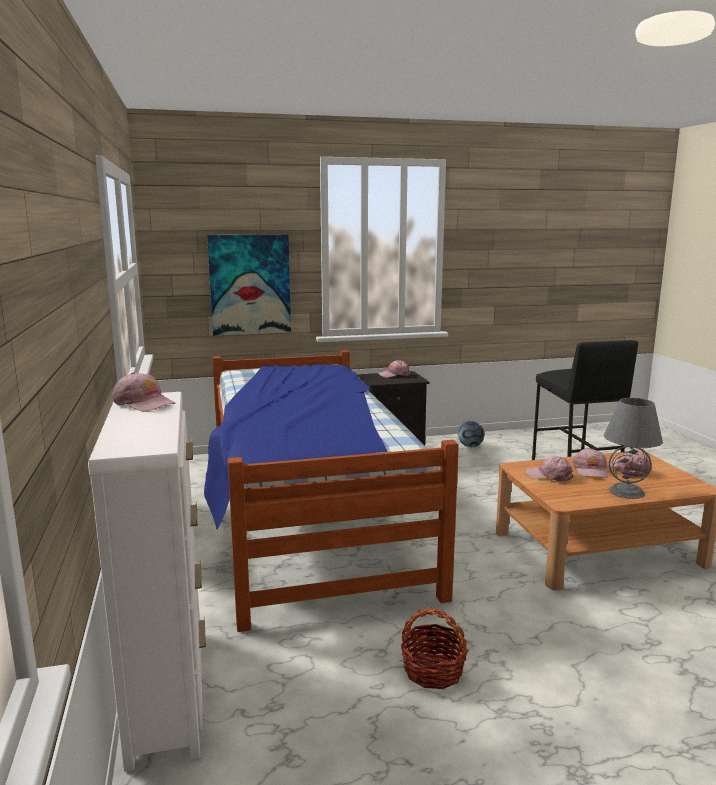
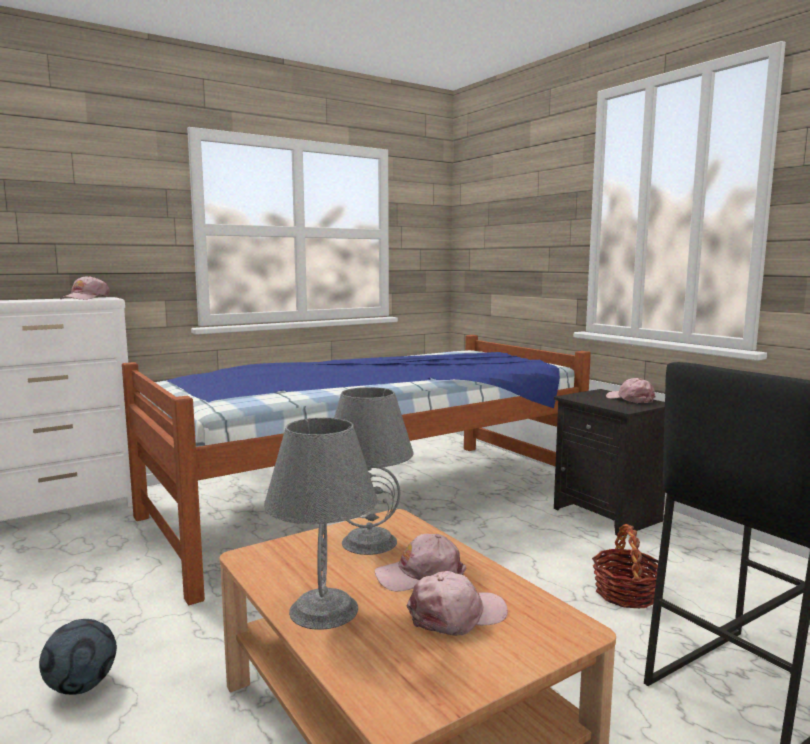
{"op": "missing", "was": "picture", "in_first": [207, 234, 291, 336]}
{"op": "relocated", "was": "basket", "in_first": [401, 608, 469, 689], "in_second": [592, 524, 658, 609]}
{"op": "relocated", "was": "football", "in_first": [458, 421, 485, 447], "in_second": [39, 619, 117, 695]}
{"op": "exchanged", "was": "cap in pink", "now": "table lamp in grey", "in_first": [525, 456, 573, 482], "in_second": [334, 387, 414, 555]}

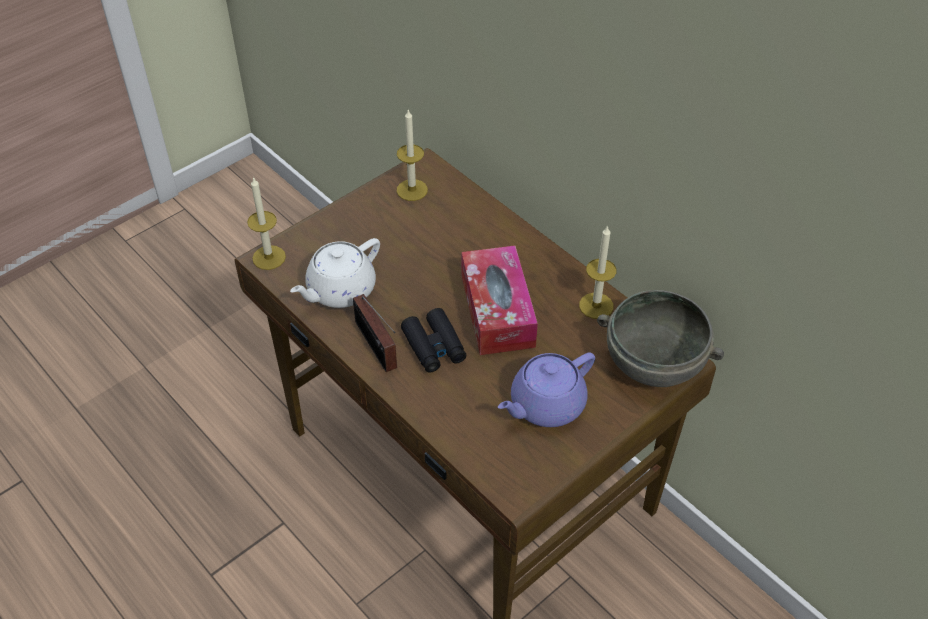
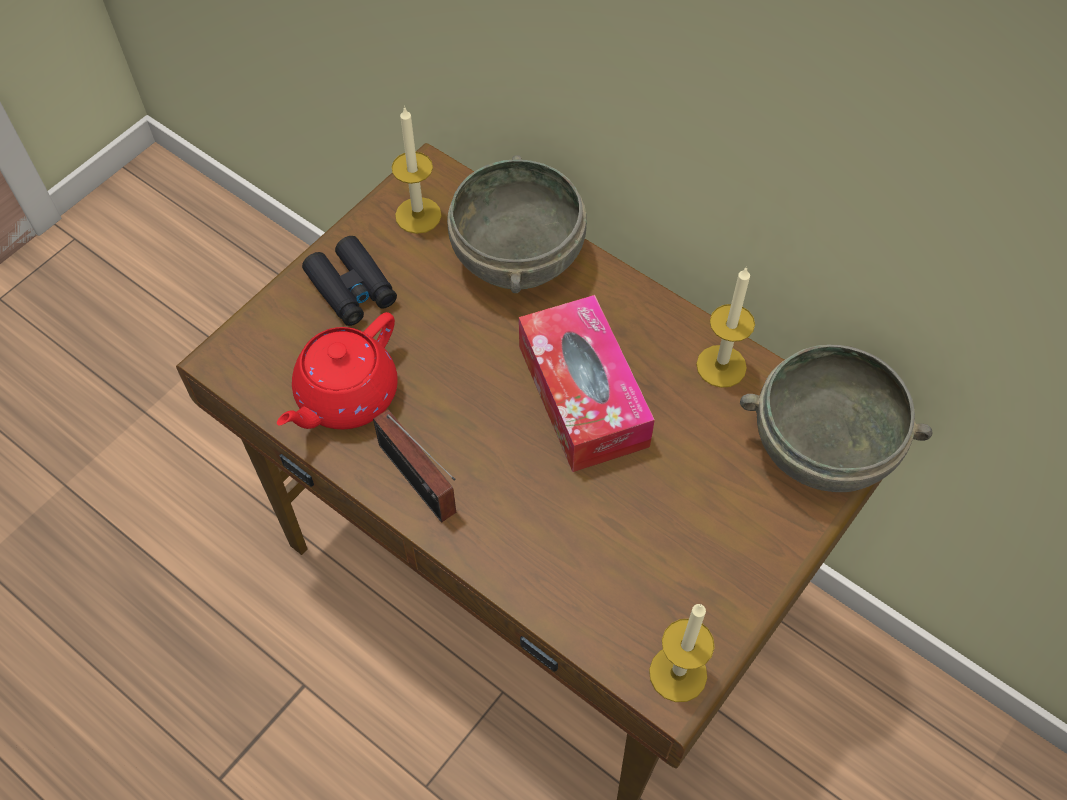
{"op": "missing", "was": "teapot in purple", "in_first": [498, 352, 595, 427]}
{"op": "appeared", "now": "bowl in grey", "in_second": [447, 155, 587, 293]}
{"op": "relocated", "was": "candle", "in_first": [247, 177, 286, 270], "in_second": [649, 604, 715, 702]}
{"op": "relocated", "was": "binoculars in black", "in_first": [401, 308, 466, 373], "in_second": [302, 236, 397, 326]}
{"op": "colour", "was": "teapot in white", "now": "teapot in red", "in_first": [290, 238, 380, 308], "in_second": [277, 312, 398, 429]}

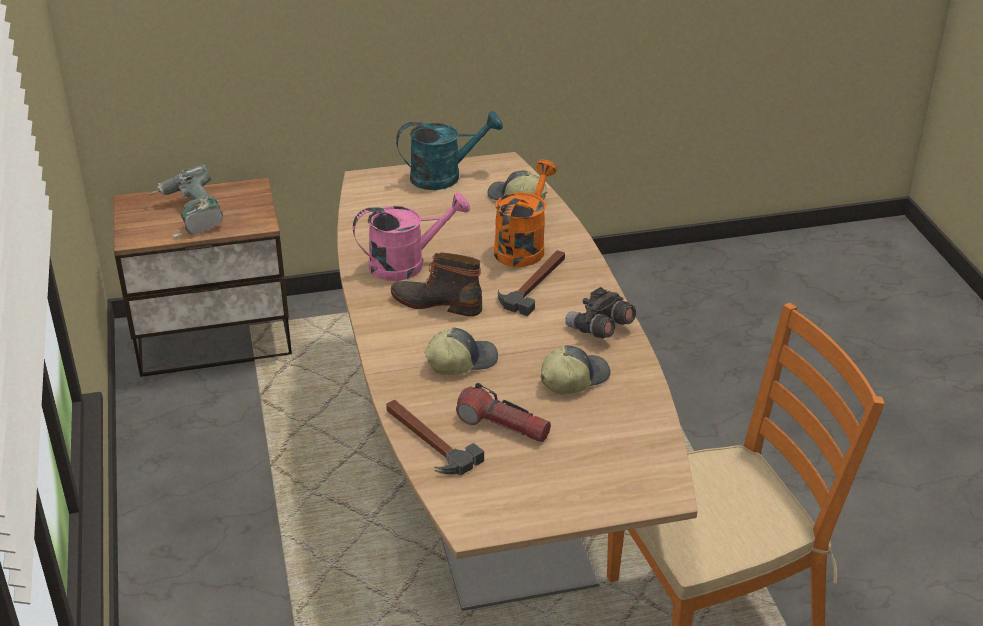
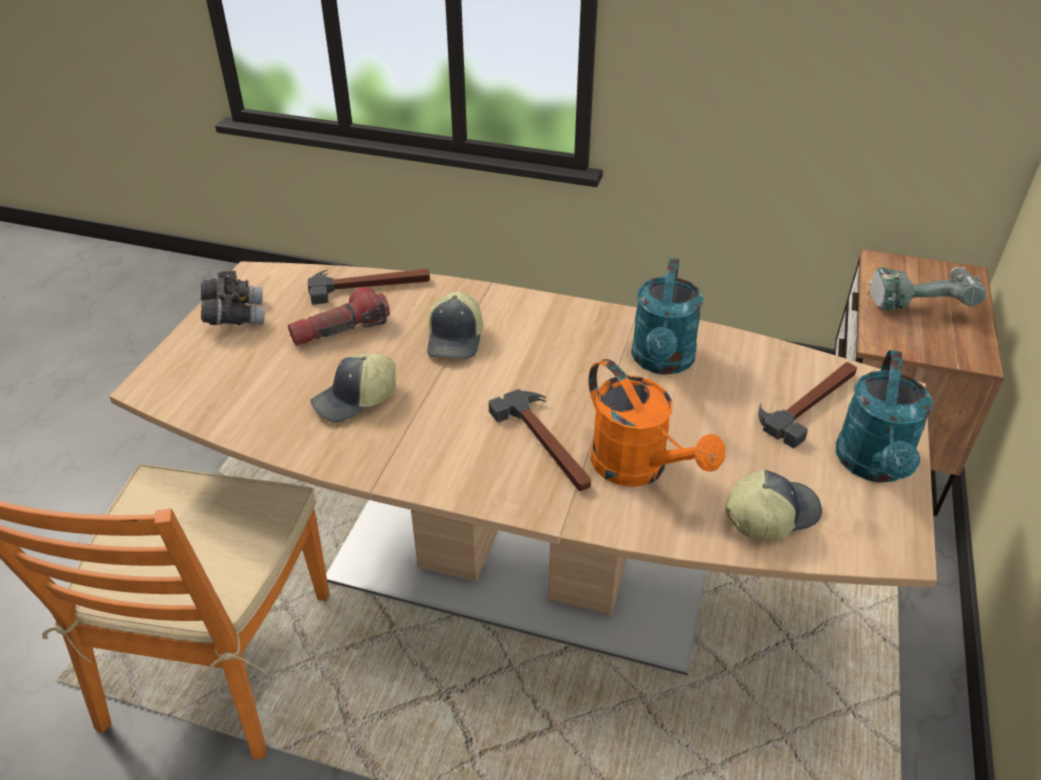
{"op": "missing", "was": "boot", "in_first": [391, 253, 482, 316]}
{"op": "appeared", "now": "hammer", "in_second": [758, 362, 857, 448]}
{"op": "relocated", "was": "binoculars in grey", "in_first": [565, 287, 636, 338], "in_second": [201, 271, 265, 325]}
{"op": "colour", "was": "watering can in pink", "now": "watering can in turquoise", "in_first": [353, 192, 470, 281], "in_second": [631, 258, 703, 375]}
{"op": "spun", "was": "cap", "in_first": [541, 345, 610, 394], "in_second": [310, 353, 396, 422], "clockwise": 60}

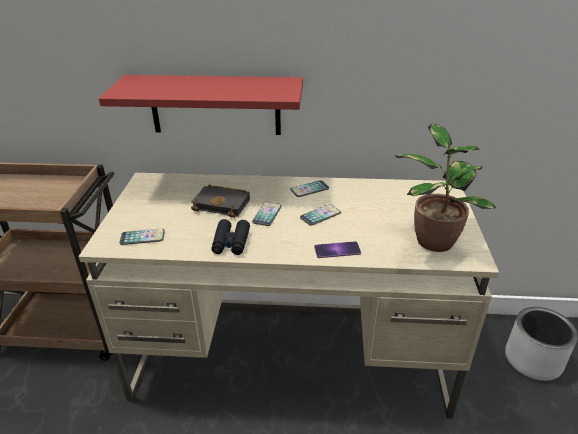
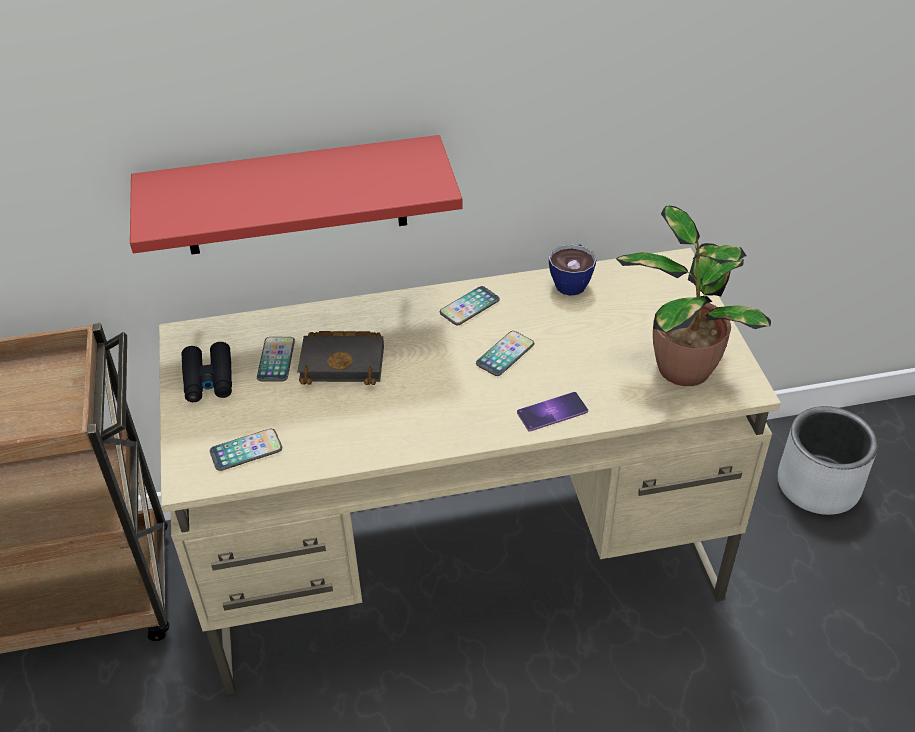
{"op": "appeared", "now": "cup", "in_second": [549, 244, 597, 296]}
{"op": "relocated", "was": "binoculars in black", "in_first": [211, 219, 250, 255], "in_second": [181, 342, 232, 402]}
{"op": "relocated", "was": "phone", "in_first": [252, 202, 282, 226], "in_second": [257, 337, 295, 382]}

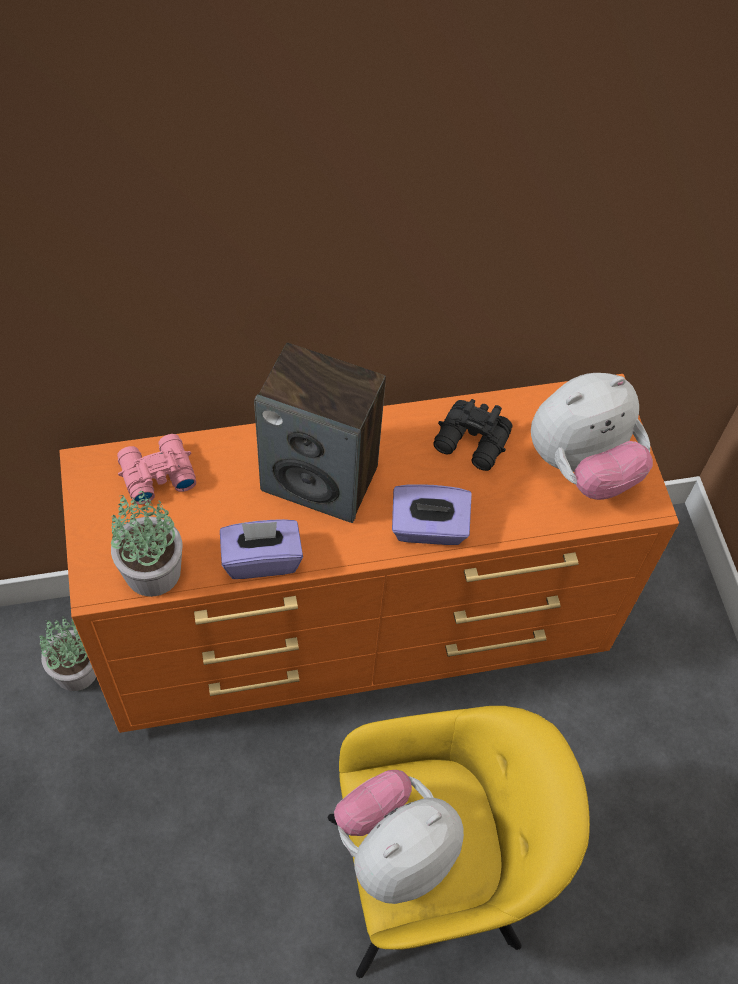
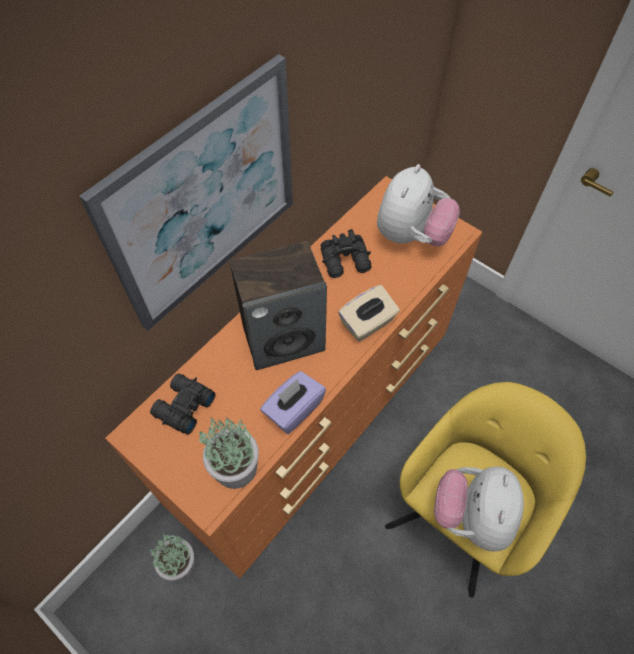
{"op": "appeared", "now": "picture", "in_second": [79, 54, 293, 331]}
{"op": "colour", "was": "binoculars in pink", "now": "binoculars in black", "in_first": [117, 434, 196, 505], "in_second": [150, 373, 215, 435]}
{"op": "colour", "was": "tissue box in purple", "now": "tissue box in beige", "in_first": [392, 484, 472, 545], "in_second": [338, 285, 400, 342]}

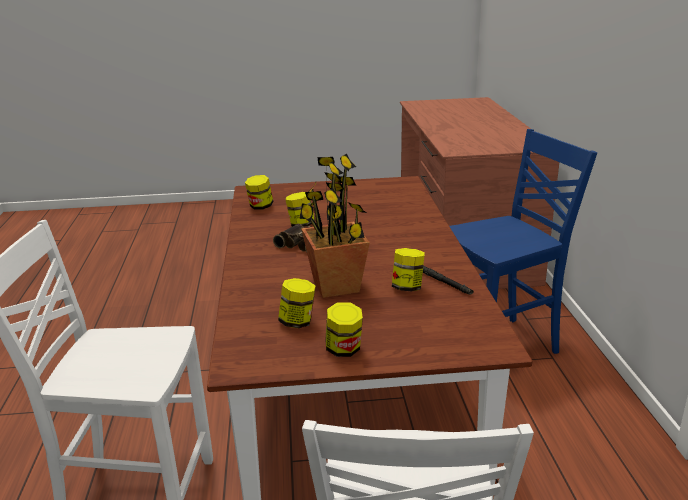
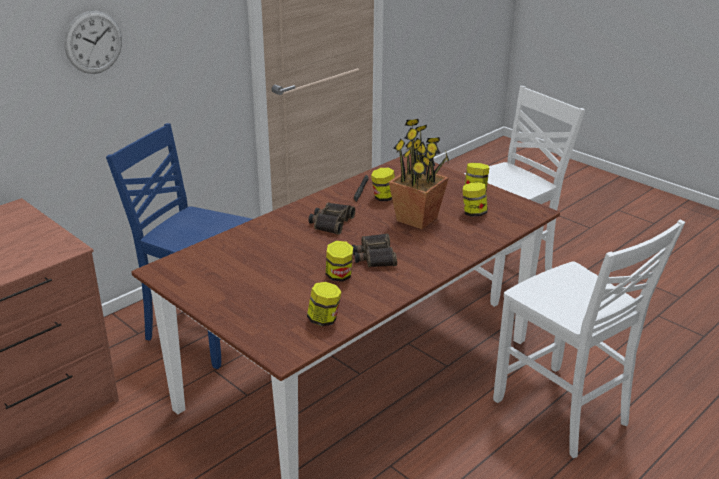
{"op": "appeared", "now": "wall clock", "in_second": [64, 11, 122, 74]}
{"op": "appeared", "now": "binoculars", "in_second": [309, 202, 355, 235]}

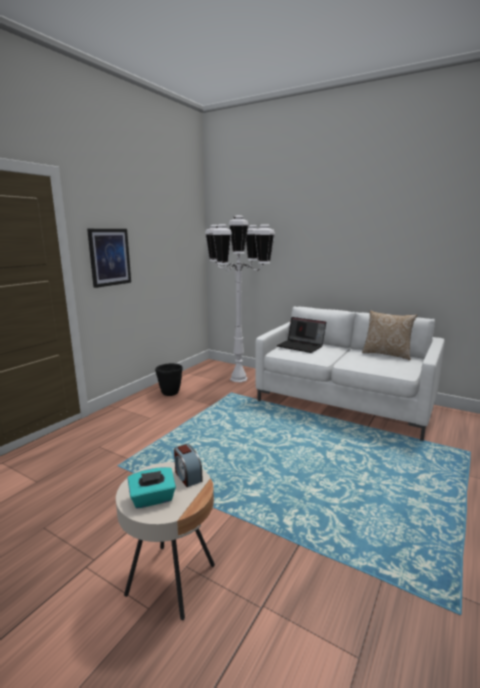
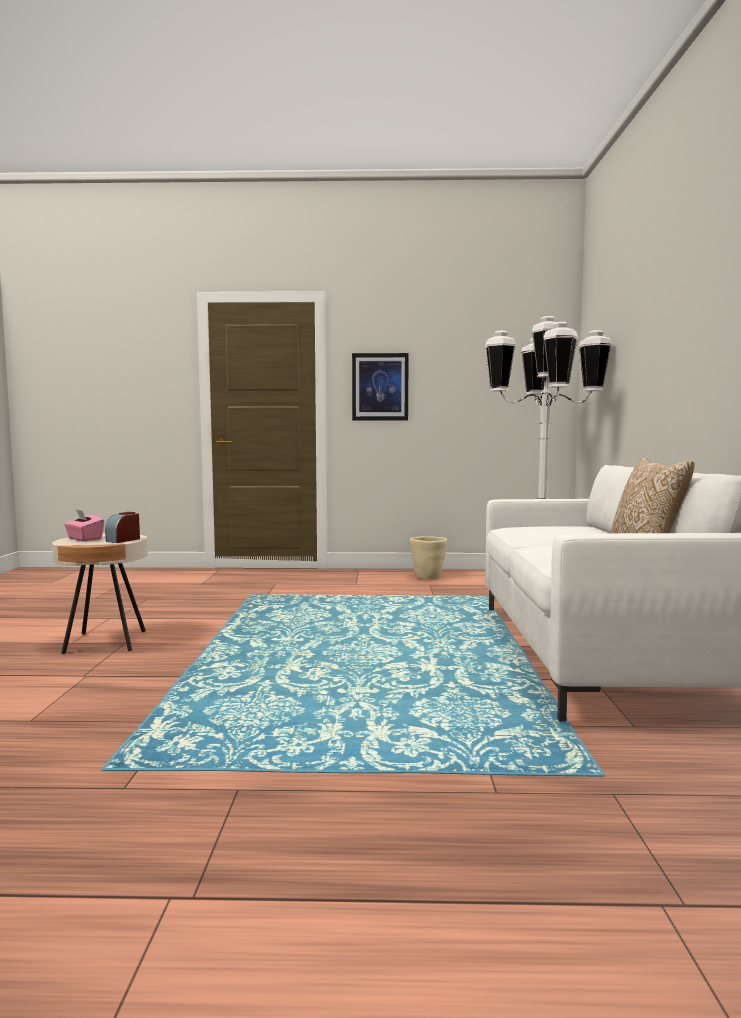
{"op": "missing", "was": "laptop", "in_first": [277, 317, 326, 353]}
{"op": "colour", "was": "tissue box in turquoise", "now": "tissue box in pink", "in_first": [128, 467, 176, 509], "in_second": [64, 509, 104, 541]}
{"op": "colour", "was": "planter in black", "now": "planter in beige", "in_first": [155, 363, 182, 396], "in_second": [410, 536, 447, 580]}

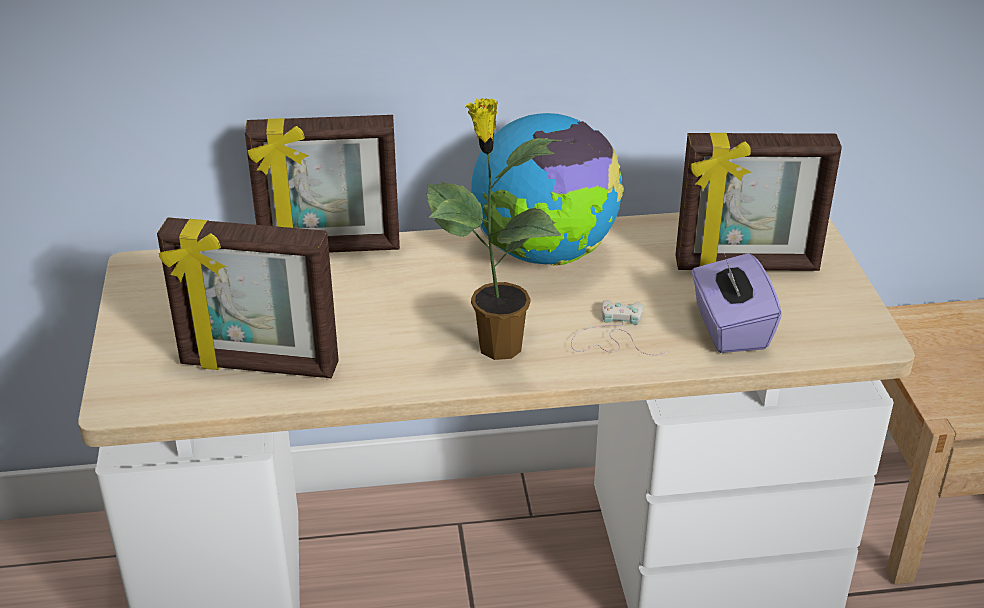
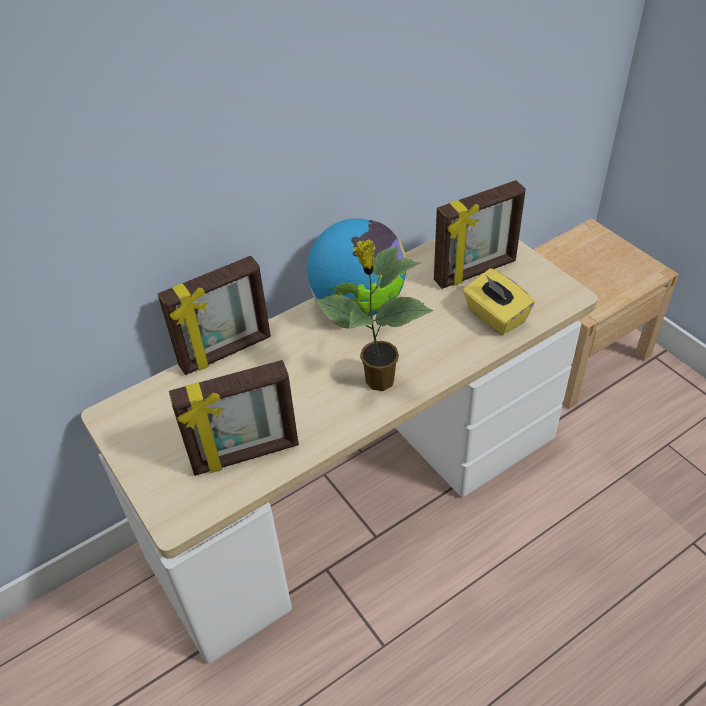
{"op": "missing", "was": "game controller in white", "in_first": [571, 300, 670, 355]}
{"op": "colour", "was": "tissue box in purple", "now": "tissue box in yellow", "in_first": [692, 253, 782, 353], "in_second": [463, 268, 535, 335]}

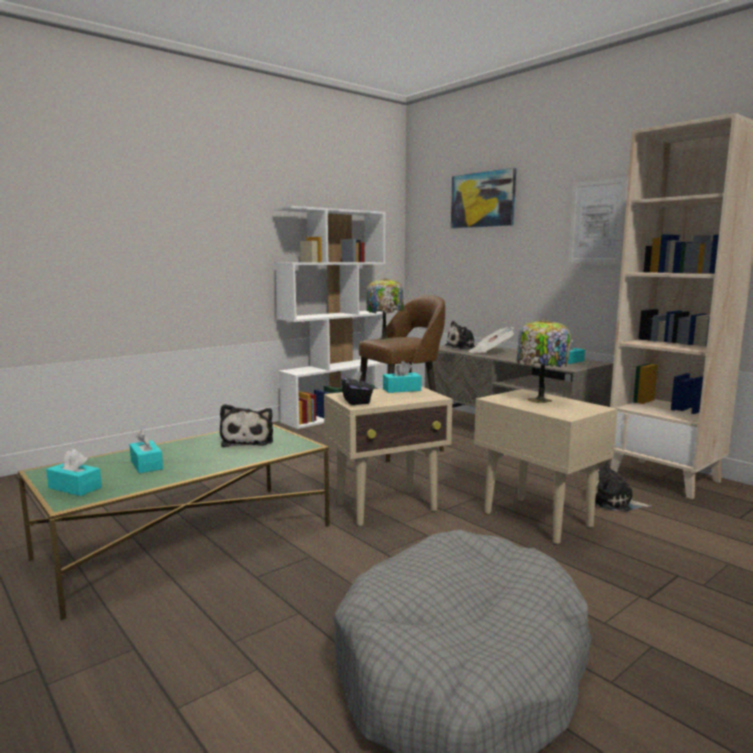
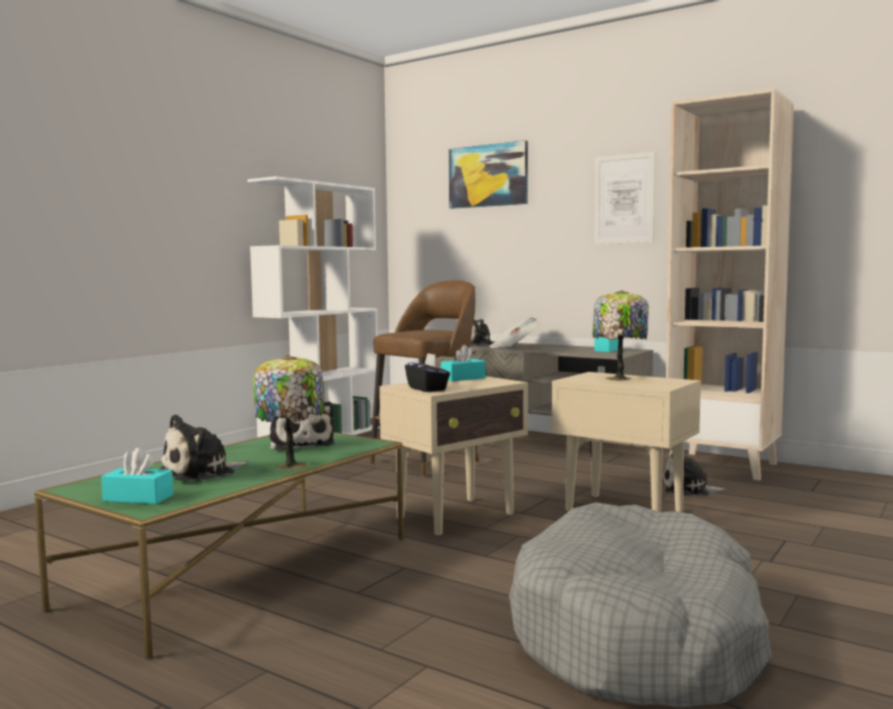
{"op": "relocated", "was": "table lamp", "in_first": [366, 278, 404, 340], "in_second": [254, 355, 325, 470]}
{"op": "exchanged", "was": "tissue box in turquoise", "now": "plush toy", "in_first": [129, 430, 163, 473], "in_second": [159, 414, 248, 481]}

